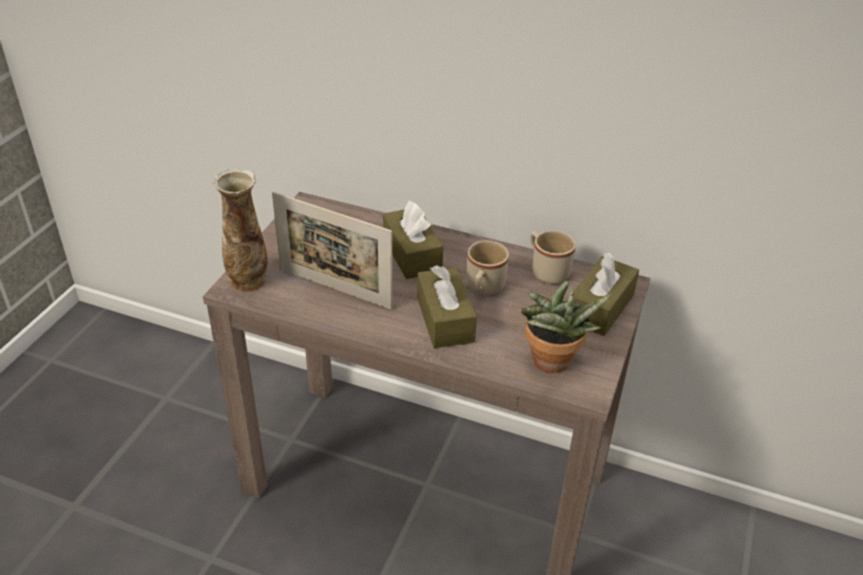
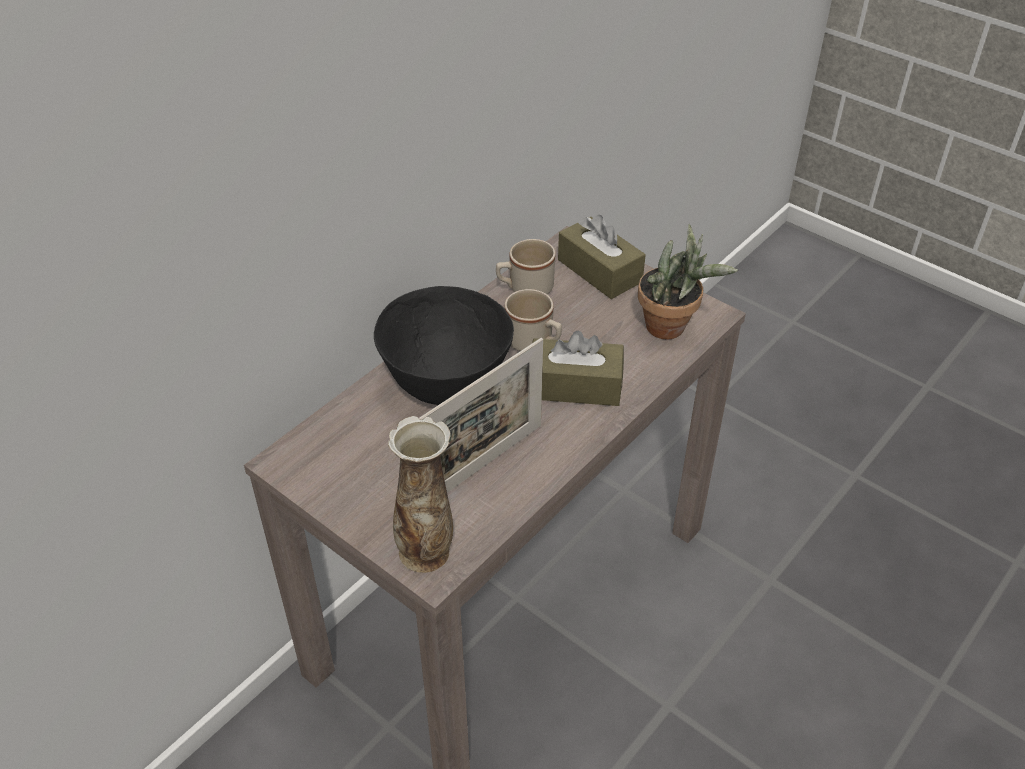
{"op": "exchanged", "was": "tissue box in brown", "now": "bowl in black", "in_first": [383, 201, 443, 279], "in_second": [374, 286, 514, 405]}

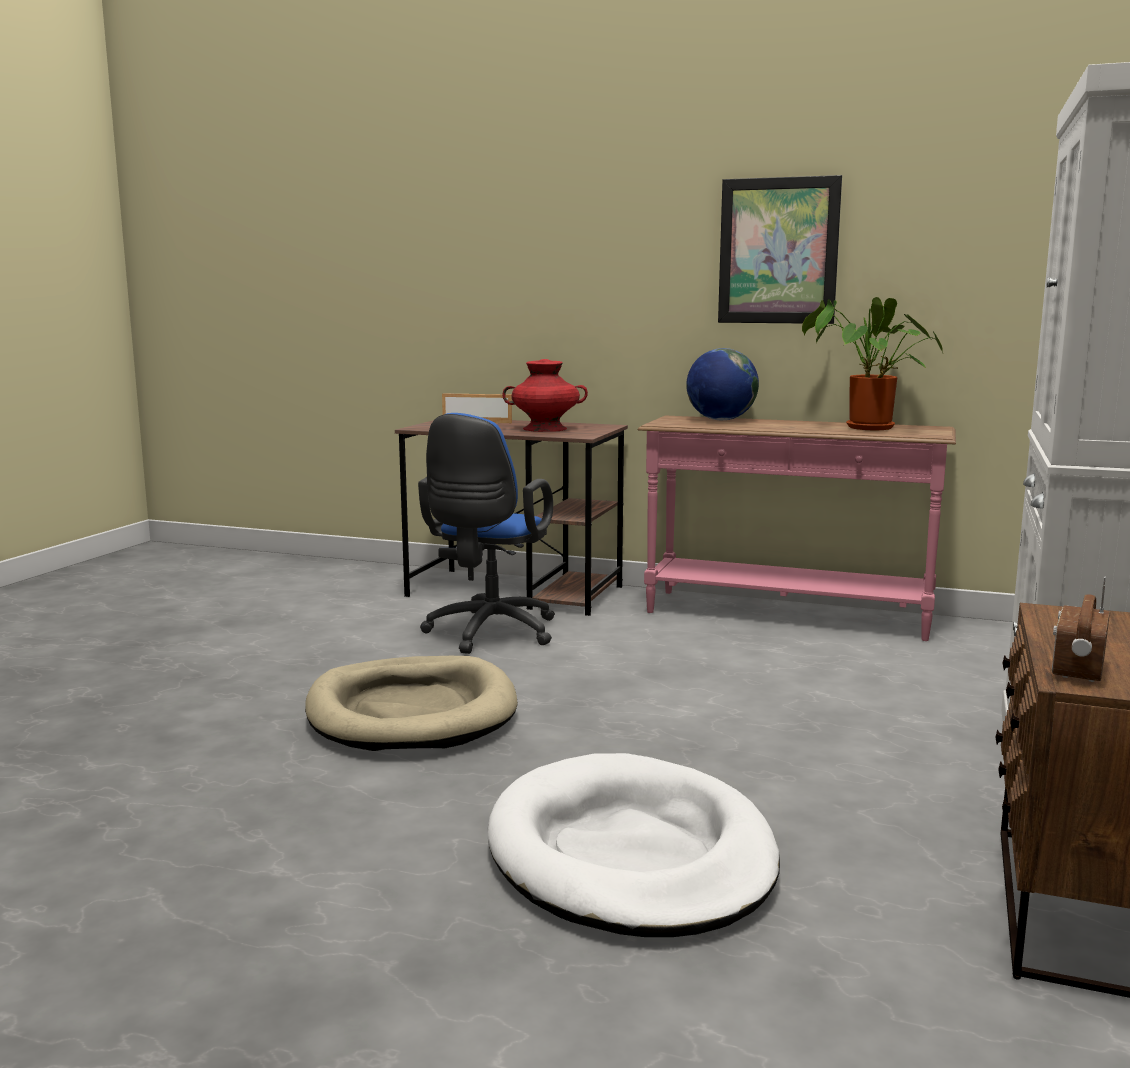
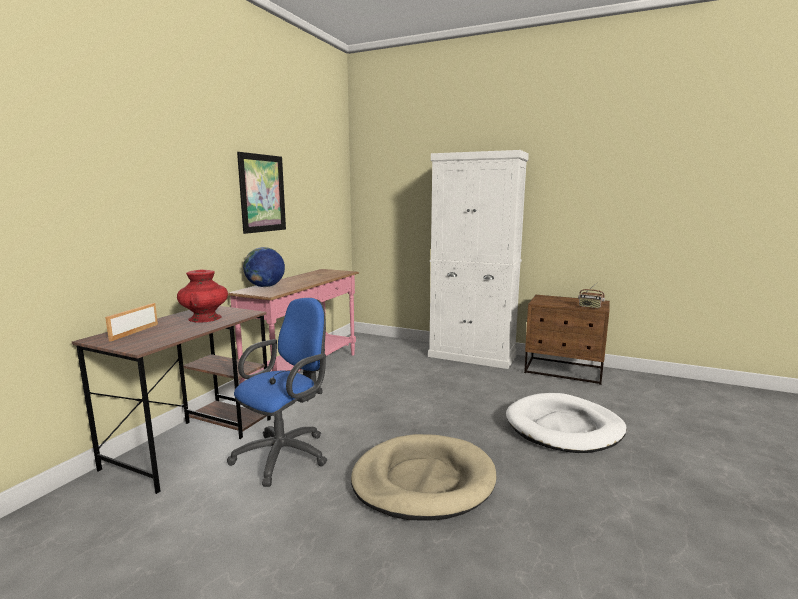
{"op": "missing", "was": "potted plant", "in_first": [802, 297, 943, 430]}
{"op": "spun", "was": "office chair in blue", "in_first": [418, 413, 555, 654], "in_second": [227, 298, 327, 487], "clockwise": -75}

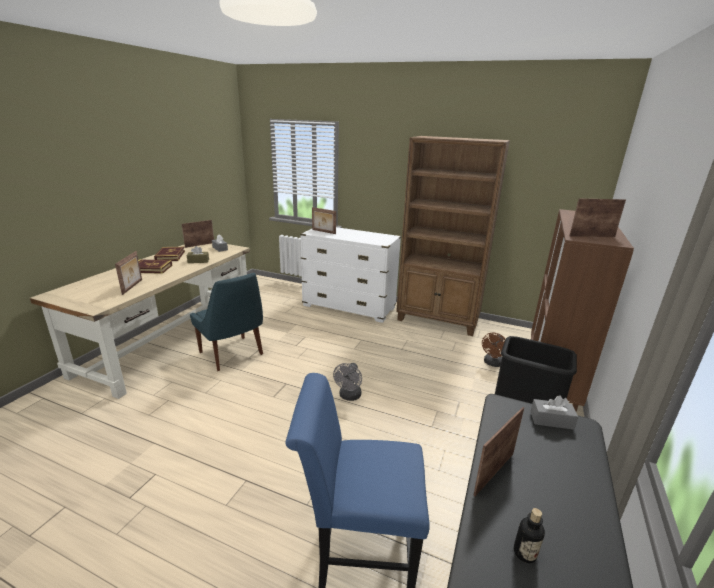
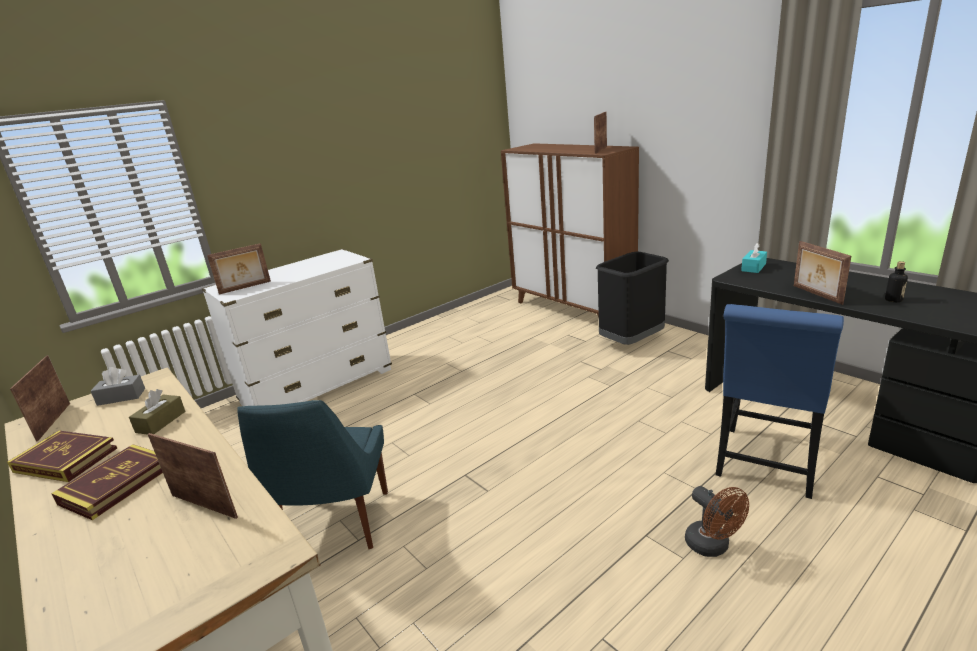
{"op": "missing", "was": "fan in grey", "in_first": [333, 363, 362, 401]}
{"op": "missing", "was": "bookcase in brown", "in_first": [396, 136, 510, 336]}
{"op": "relocated", "was": "fan in brown", "in_first": [482, 333, 505, 367], "in_second": [685, 486, 749, 557]}
{"op": "colour", "was": "tissue box in grey", "now": "tissue box in turquoise", "in_first": [530, 395, 578, 430], "in_second": [741, 243, 767, 273]}
{"op": "spun", "was": "chair in blue", "in_first": [190, 273, 263, 371], "in_second": [237, 400, 388, 549], "clockwise": 105}

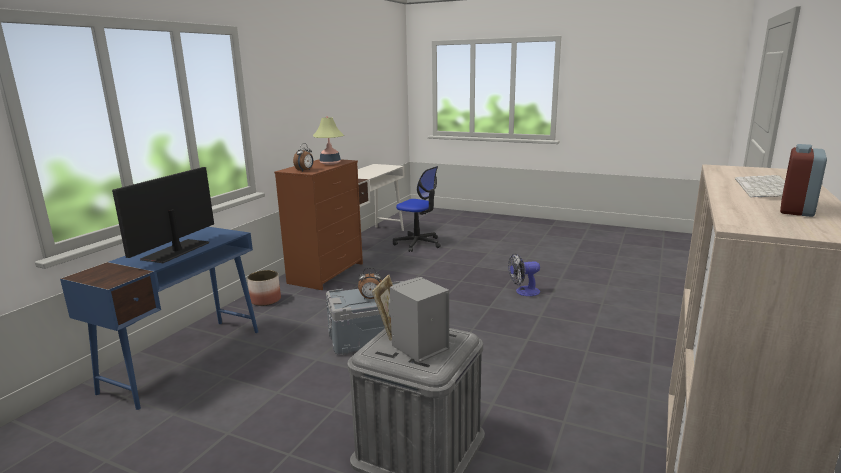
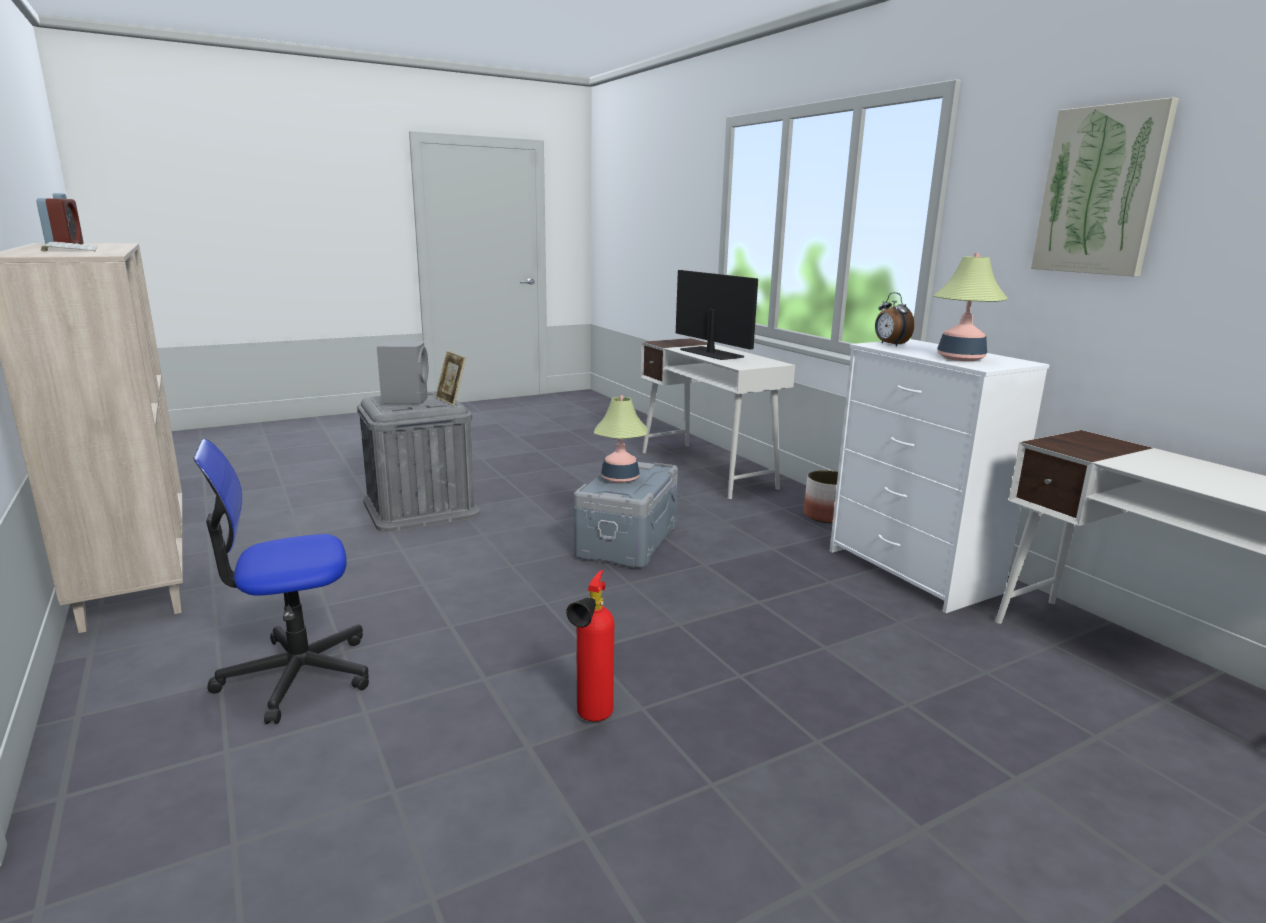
{"op": "appeared", "now": "picture", "in_second": [1031, 97, 1179, 277]}
{"op": "relocated", "was": "office chair", "in_first": [393, 166, 441, 252], "in_second": [193, 439, 369, 724]}
{"op": "exchanged", "was": "alarm clock", "now": "table lamp", "in_first": [358, 268, 382, 299], "in_second": [594, 396, 648, 483]}
{"op": "exchanged", "was": "fan", "now": "fire extinguisher", "in_first": [508, 253, 540, 296], "in_second": [566, 570, 614, 722]}
{"op": "colour", "was": "desk in blue", "now": "desk in white", "in_first": [60, 227, 258, 410], "in_second": [640, 338, 795, 499]}
{"op": "colour", "was": "dresser in brown", "now": "dresser in white", "in_first": [274, 159, 363, 290], "in_second": [830, 339, 1050, 613]}

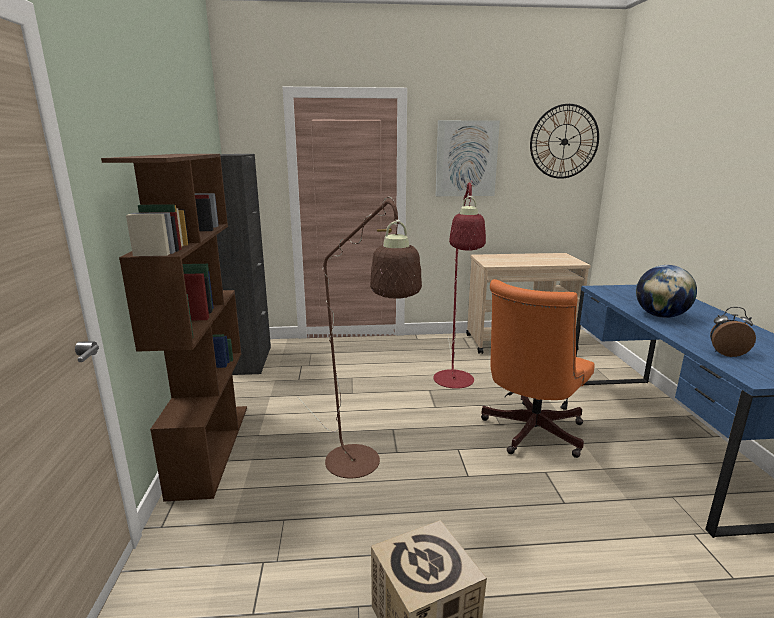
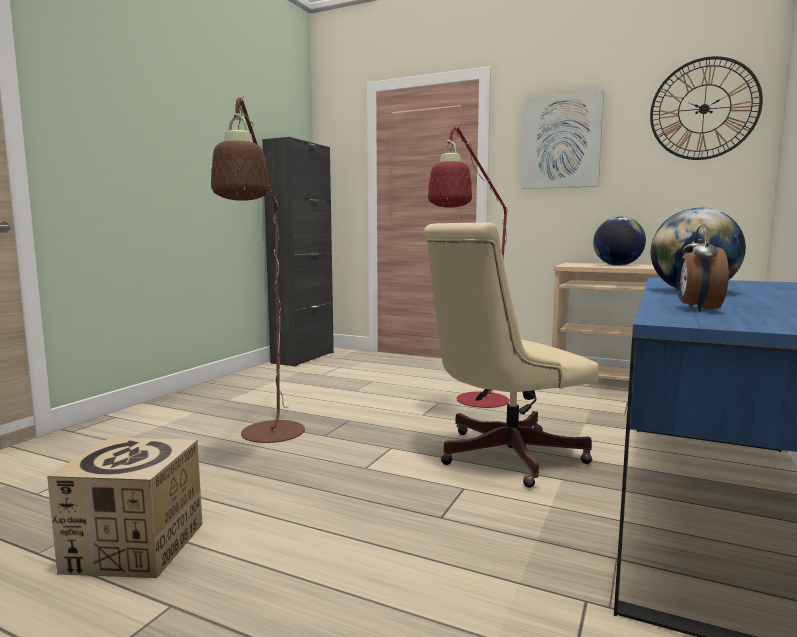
{"op": "missing", "was": "bookcase in brown", "in_first": [101, 154, 247, 502]}
{"op": "appeared", "now": "globe", "in_second": [593, 217, 646, 266]}
{"op": "colour", "was": "office chair in orange", "now": "office chair in beige", "in_first": [481, 279, 594, 458], "in_second": [424, 223, 599, 488]}
{"op": "spun", "was": "alarm clock", "in_first": [710, 307, 756, 357], "in_second": [676, 226, 729, 311], "clockwise": -120}

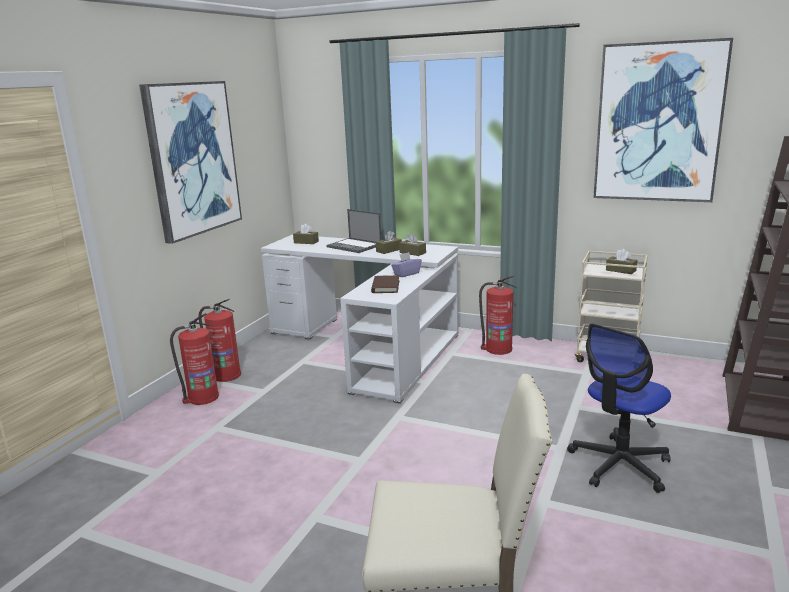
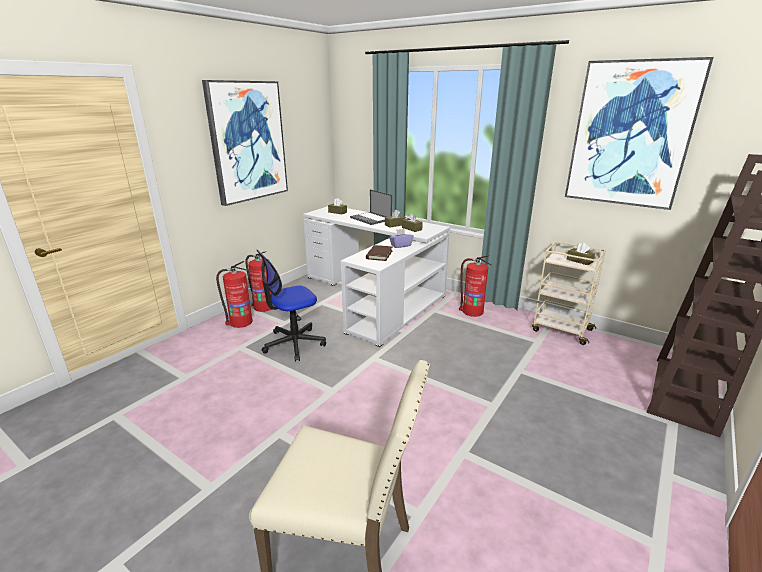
{"op": "relocated", "was": "office chair", "in_first": [567, 323, 671, 493], "in_second": [257, 250, 326, 361]}

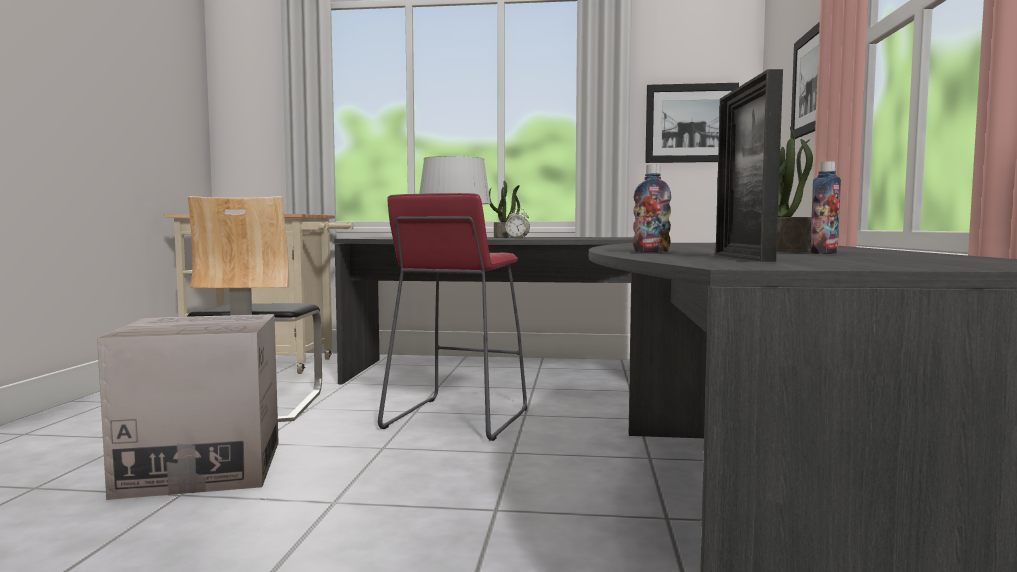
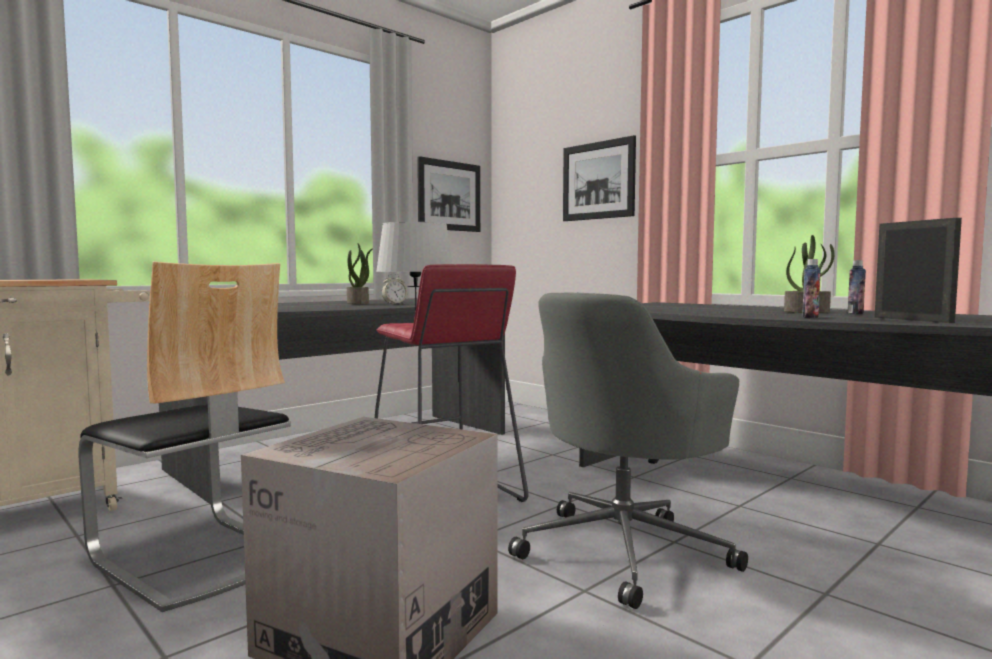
{"op": "appeared", "now": "office chair in grey", "in_second": [508, 293, 748, 609]}
{"op": "spun", "was": "picture frame", "in_first": [716, 69, 783, 262], "in_second": [874, 218, 962, 323], "clockwise": -150}

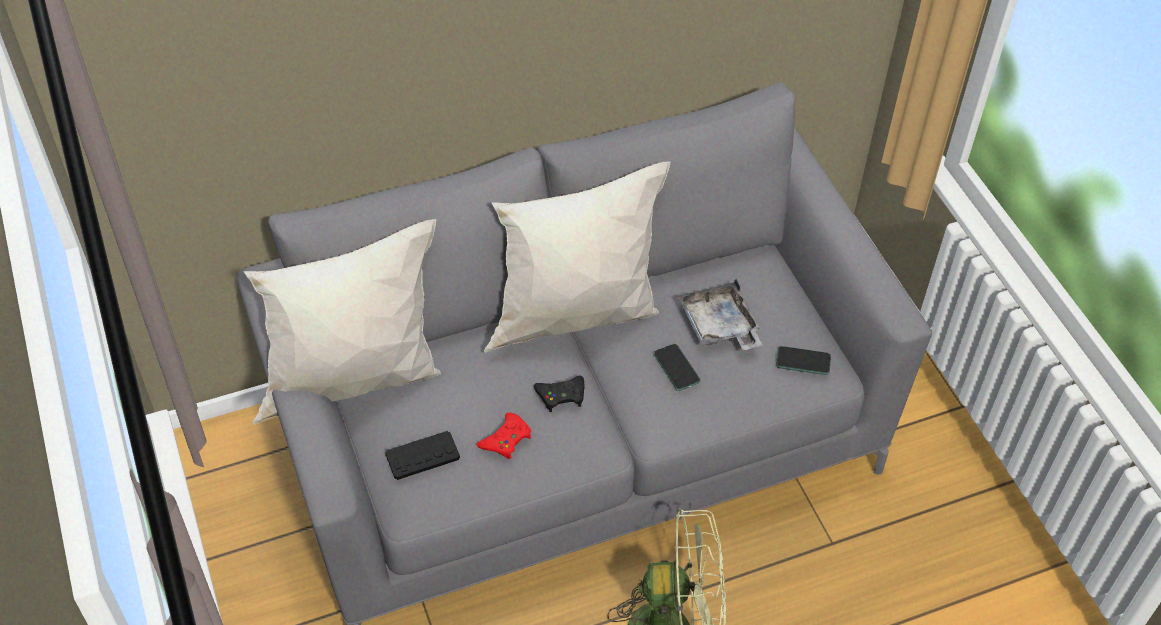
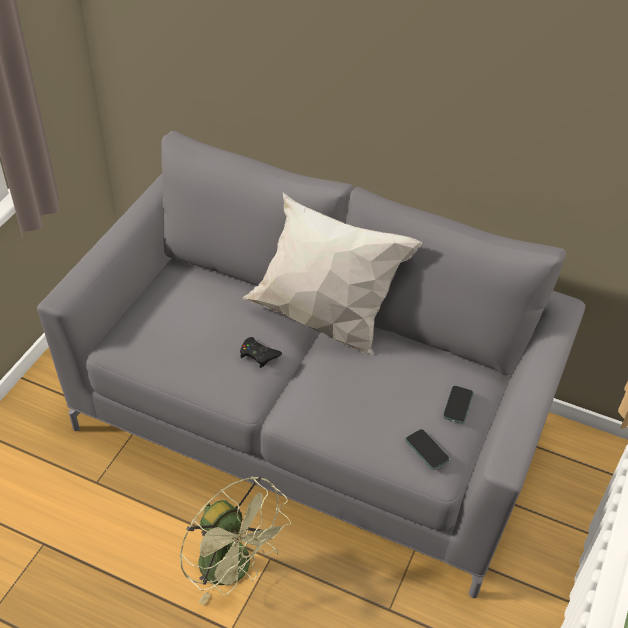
{"op": "missing", "was": "pillow in white", "in_first": [244, 219, 441, 425]}
{"op": "missing", "was": "game controller in black", "in_first": [385, 431, 460, 480]}
{"op": "missing", "was": "game controller in red", "in_first": [476, 413, 531, 459]}
{"op": "missing", "was": "tray in grey", "in_first": [678, 279, 762, 350]}
{"op": "relocated", "was": "phone", "in_first": [654, 344, 700, 391], "in_second": [443, 386, 473, 424]}

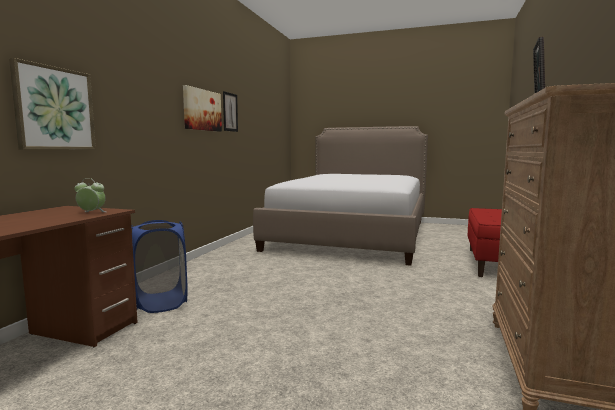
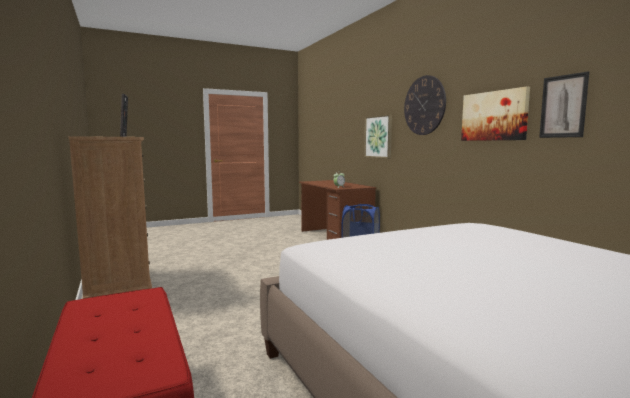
{"op": "appeared", "now": "wall clock", "in_second": [404, 75, 446, 135]}

